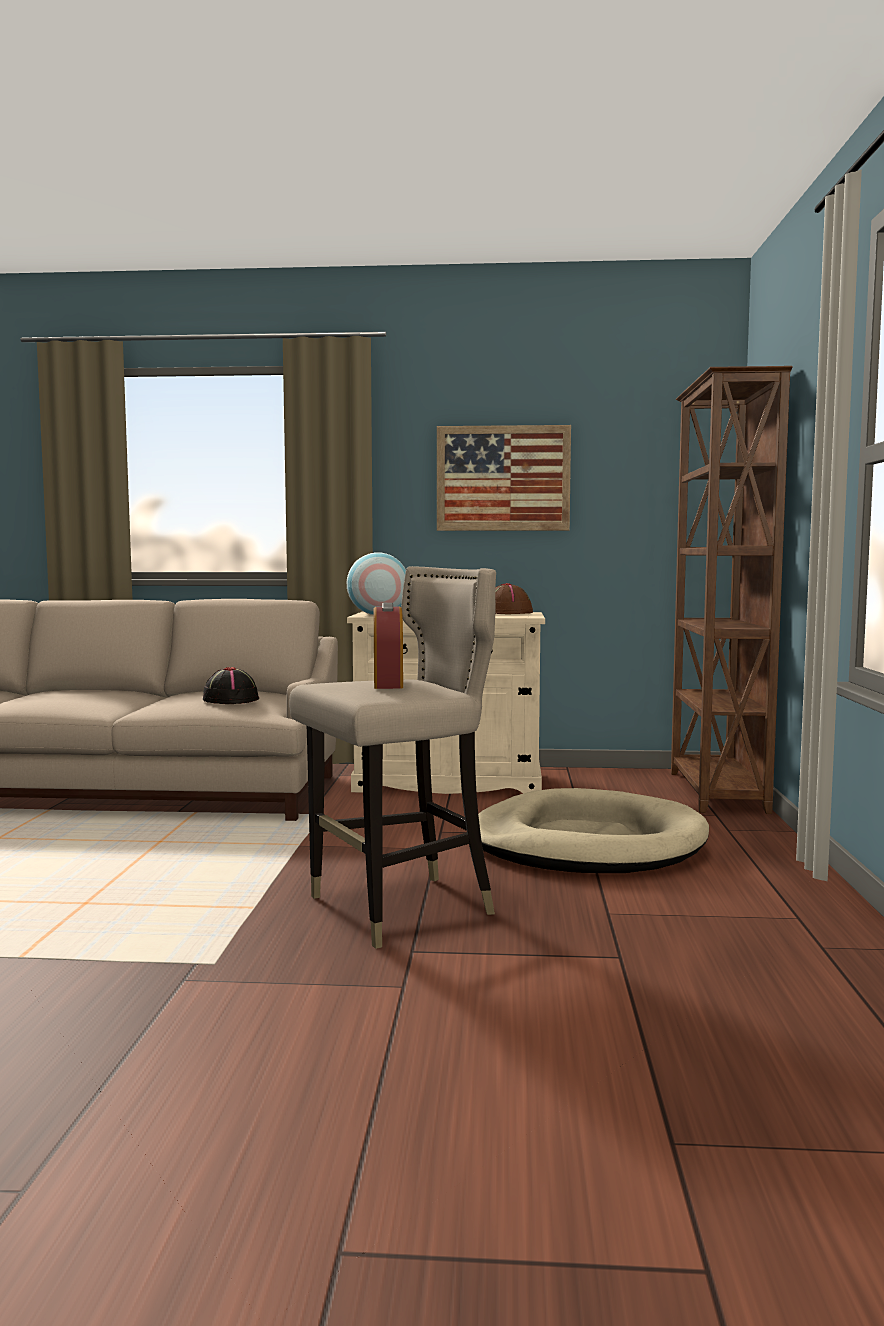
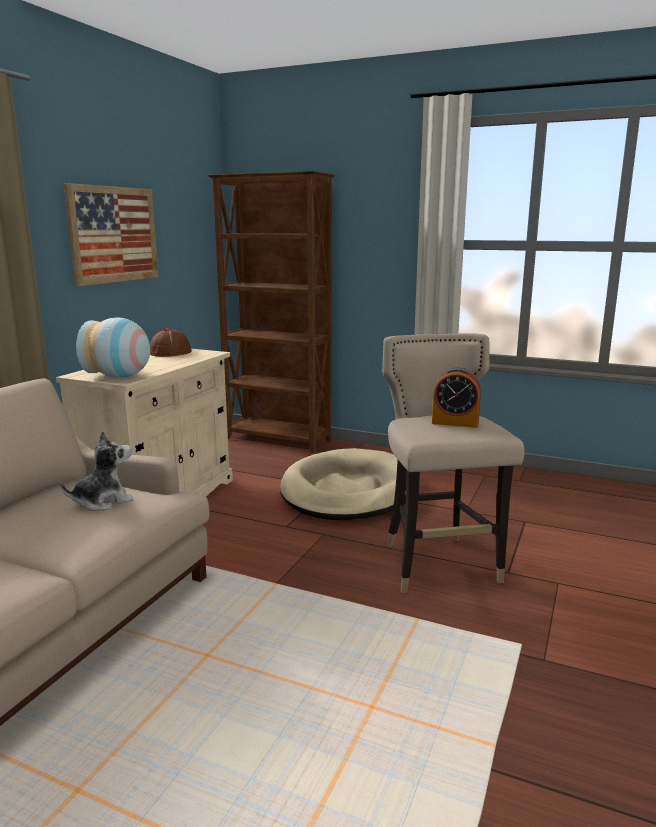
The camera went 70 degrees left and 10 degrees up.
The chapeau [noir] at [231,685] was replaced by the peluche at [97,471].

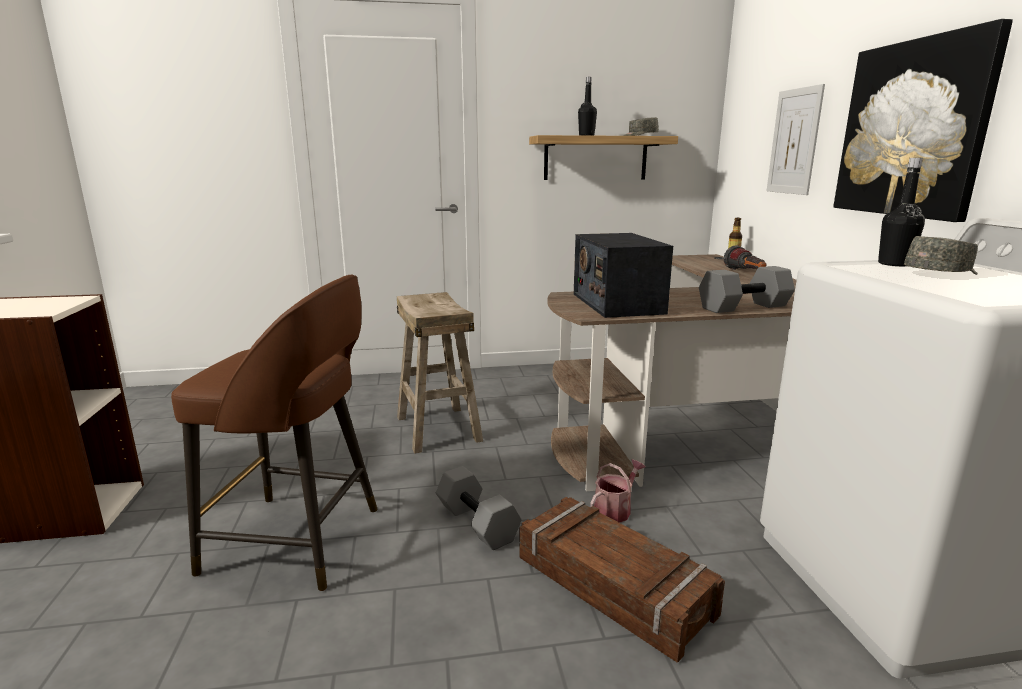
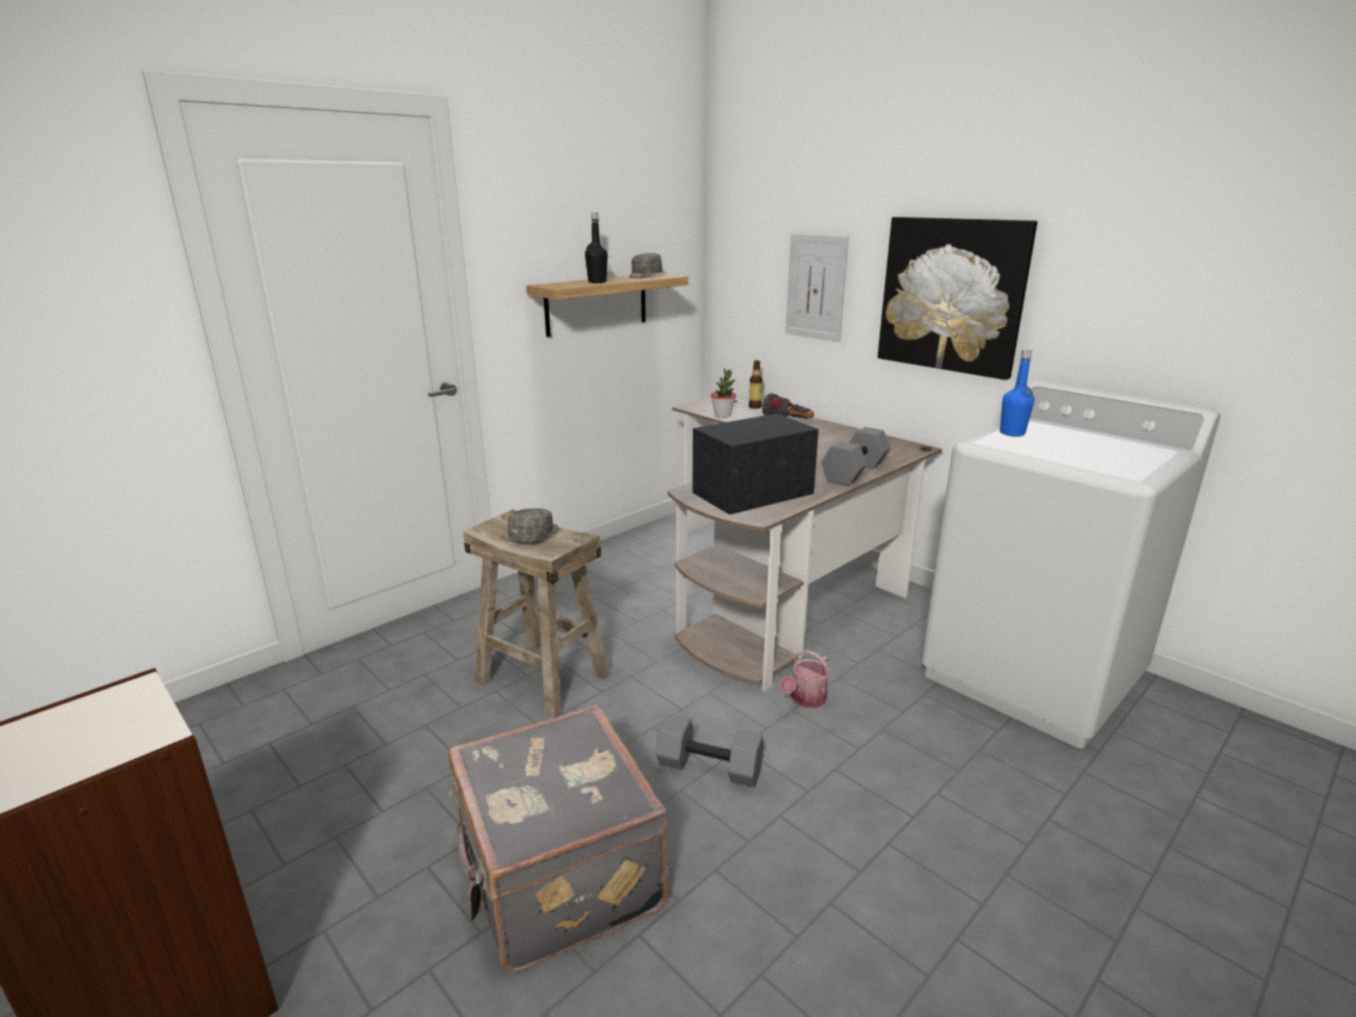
The camera went 35 degrees left and 5 degrees up.
The tabouret [marron] at [274,433] was replaced by the valise [gris] at [558,839].
The caisse at [622,580] disappeared.
The radio at [623,275] turned 105 degrees clockwise.
The arrosoir at [617,491] turned 150 degrees counterclockwise.
The bouteille [noir] at [901,212] became the bouteille [bleu] at [1017,392].
The casquette [gris] moved from [941,255] to [533,525].
The plante en pot at [723,393] appeared.

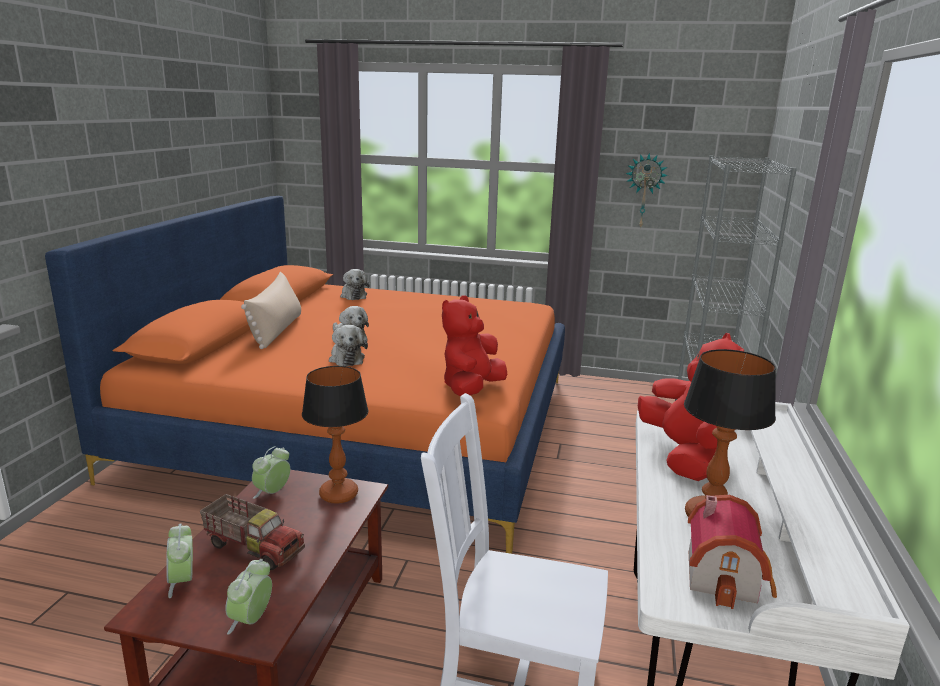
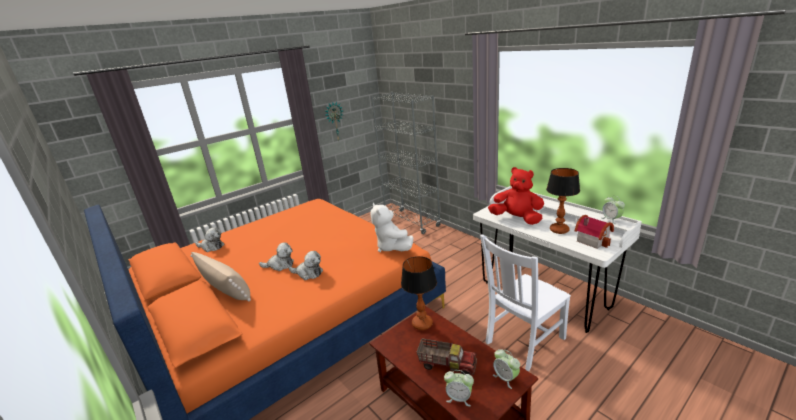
The camera went 50 degrees left and 5 degrees up.
The camion jouet at [252,532] turned 45 degrees clockwise.
The réveil moved from [271,472] to [613,210].
The peluche [rouge] at [475,345] became the peluche [blanc] at [391,227].

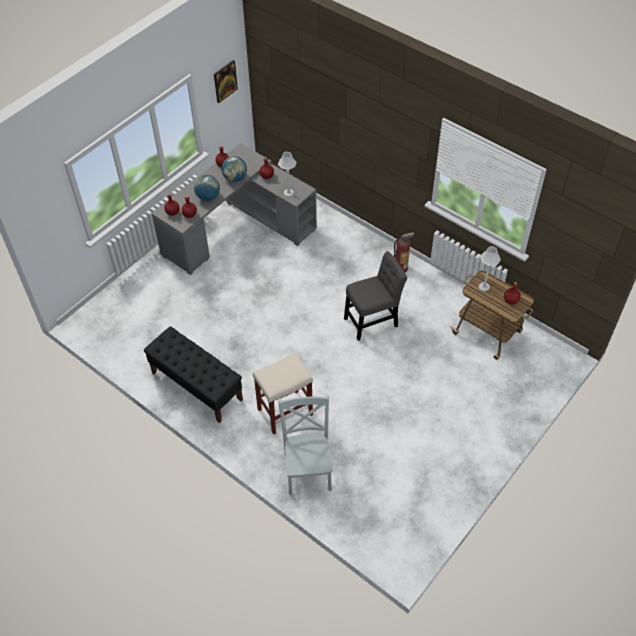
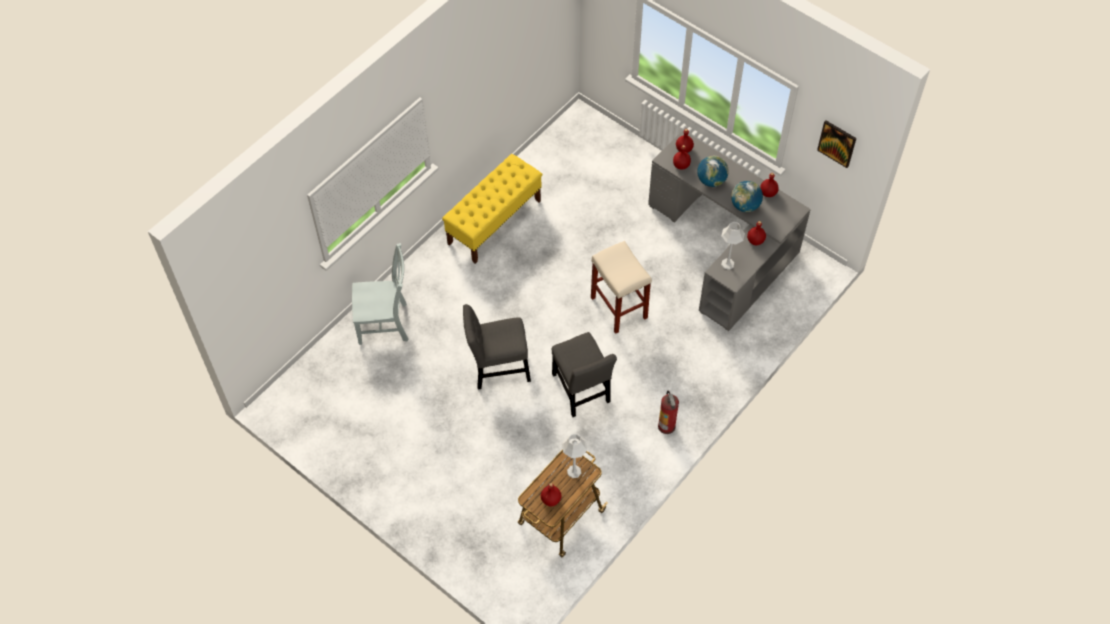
The camera went 90 degrees right and 5 degrees up.
The banc [noir] at [193,374] became the banc [jaune] at [492,209].
The tabouret [beige] moved from [283,393] to [621,287].
The chaise [gris] at [497,346] appeared.

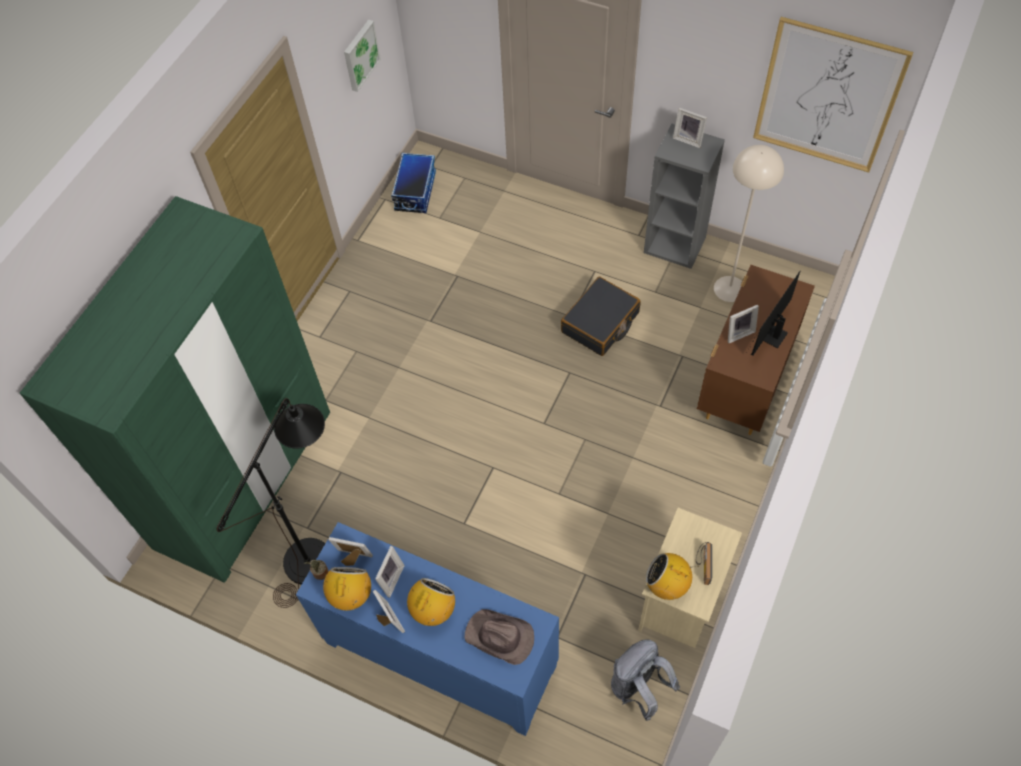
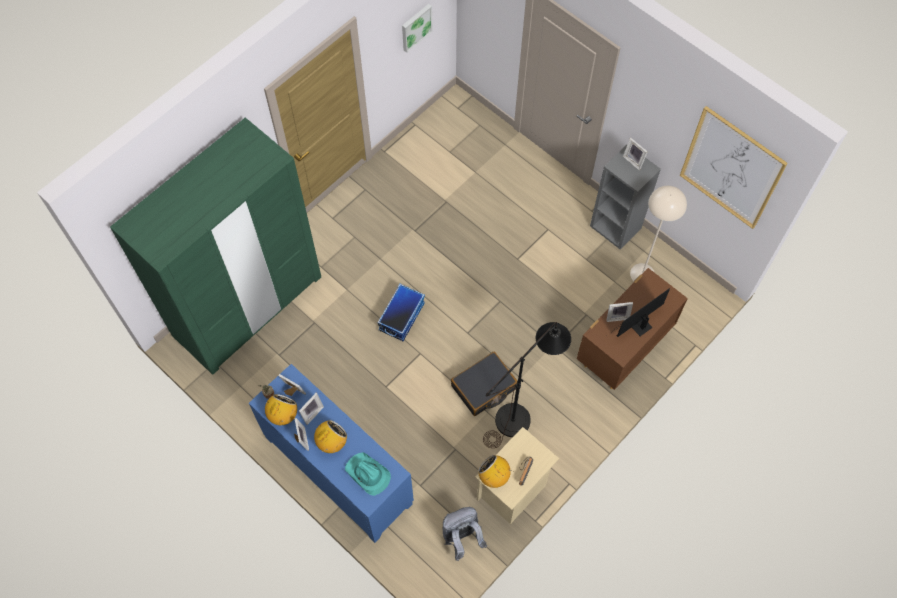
The camera went 15 degrees right and 5 degrees up.
The lampadaire [noir] moved from [271,503] to [527,385].
The boîte de rangement moved from [413,183] to [401,312].
The chapeau [marron] at [499,637] became the chapeau [turquoise] at [368,474].
The valise [noir] moved from [600,316] to [484,384].

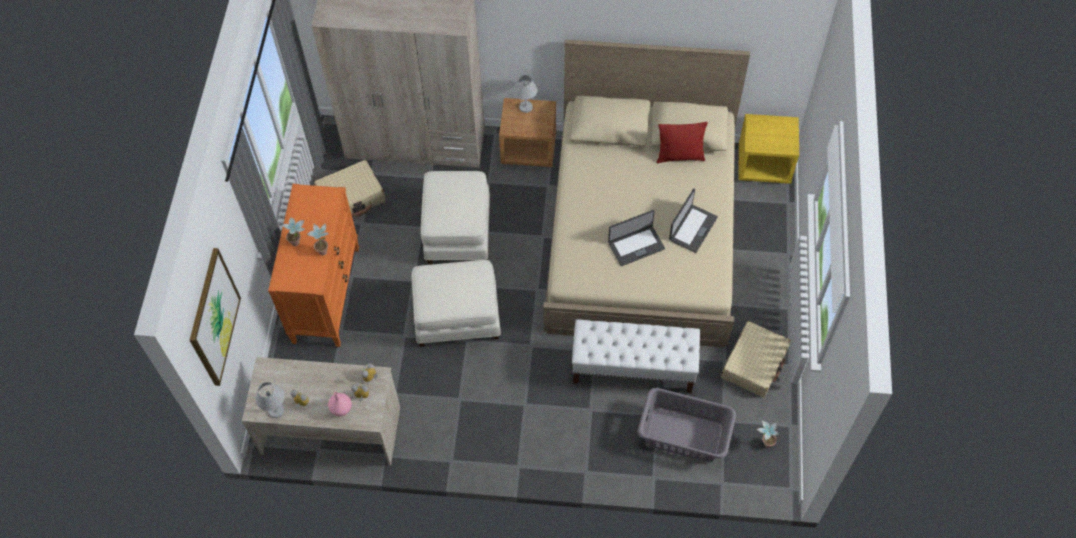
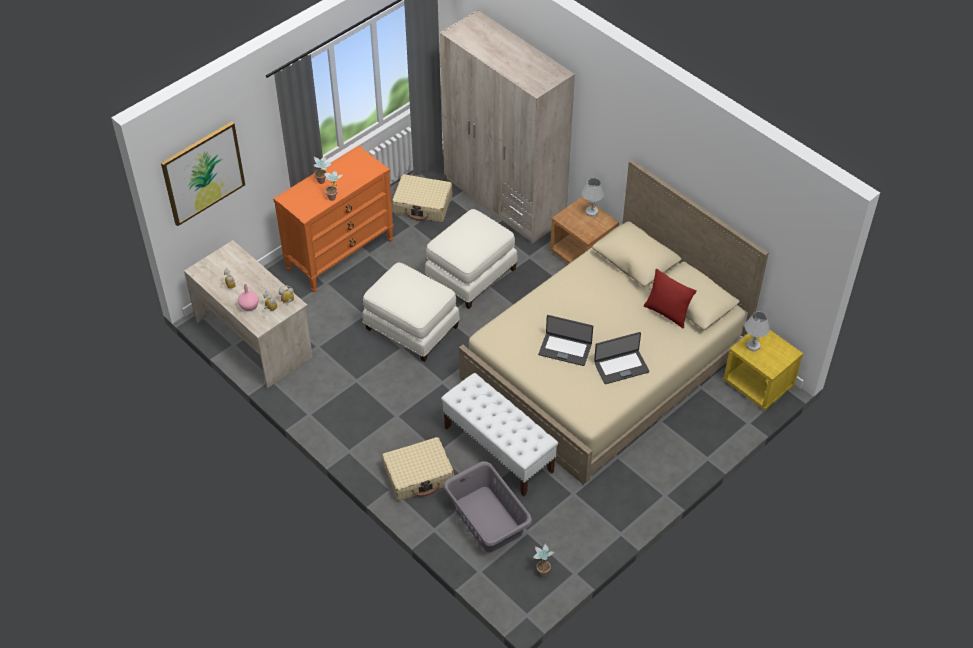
The camera went 40 degrees right and 10 degrees down.
The lampe de table [blanc] moved from [270,400] to [757,331].
The valise [beige] moved from [756,359] to [418,469].

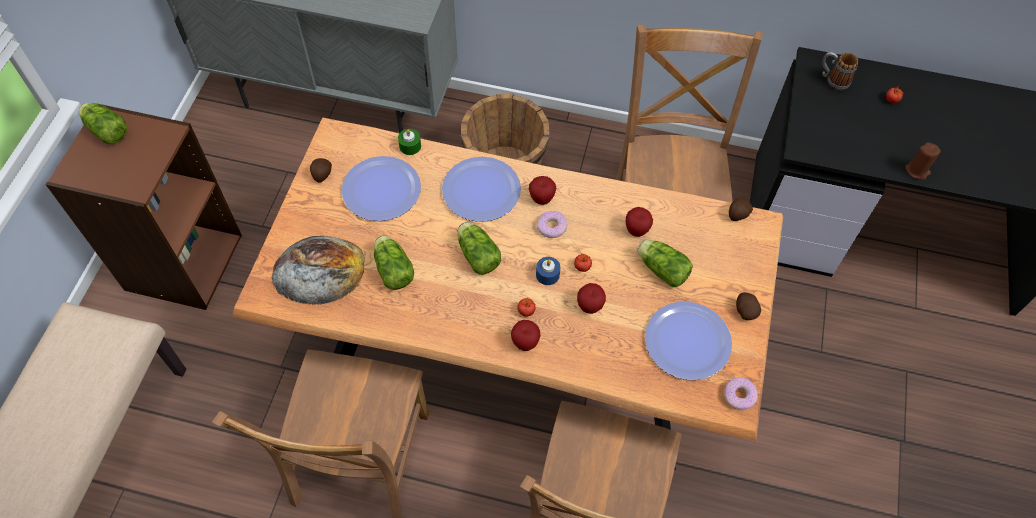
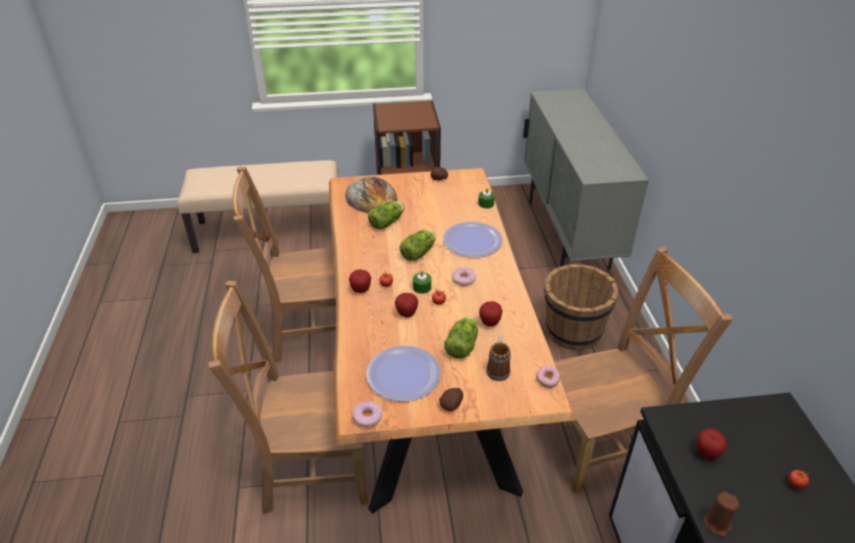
The camera went 70 degrees right and 20 degrees down.
The laitue at [103,123] disappeared.
The assiette at [381,188] disappeared.
The pomme moved from [542,190] to [712,444].
The bougie [bleu] at [548,271] became the bougie [vert] at [422,282].
The pomme de terre at [741,209] was replaced by the beignet at [548,377].
The mug moved from [840,71] to [498,358].

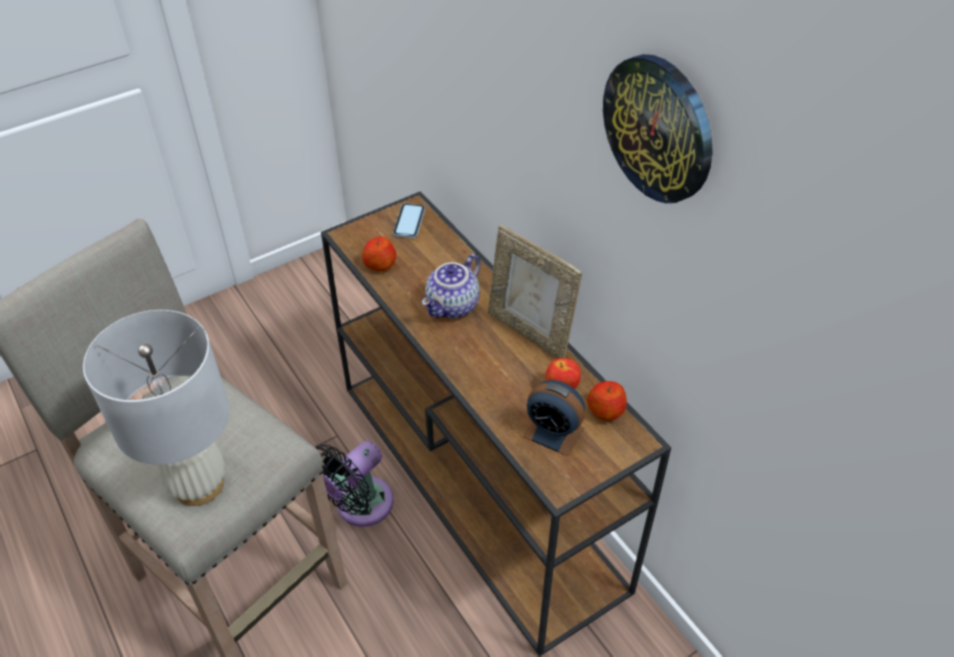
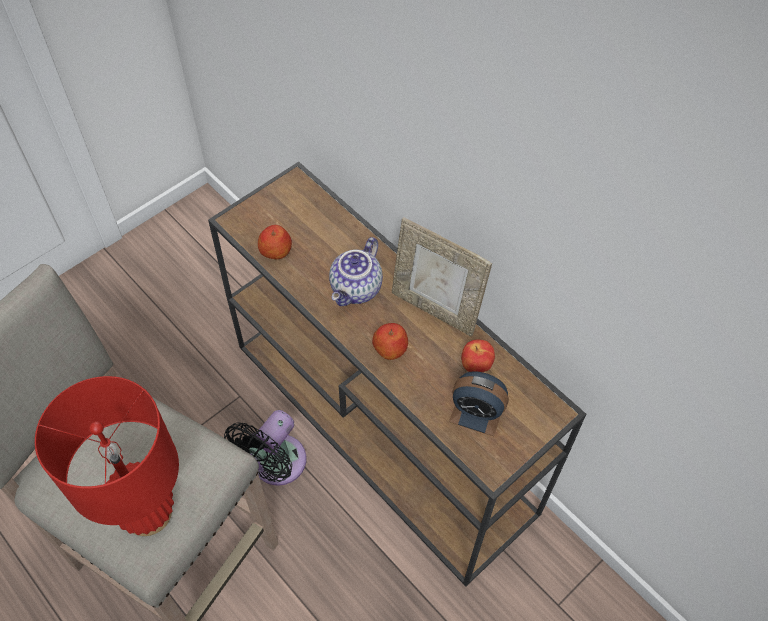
The camera went 10 degrees left and 10 degrees up.
The lampe de table [blanc] at [156,408] became the lampe de table [rouge] at [107,456].
The téléphone at [409,220] disappeared.
The pomme moved from [607,401] to [390,341].
The horloge murale at [658,128] disappeared.

